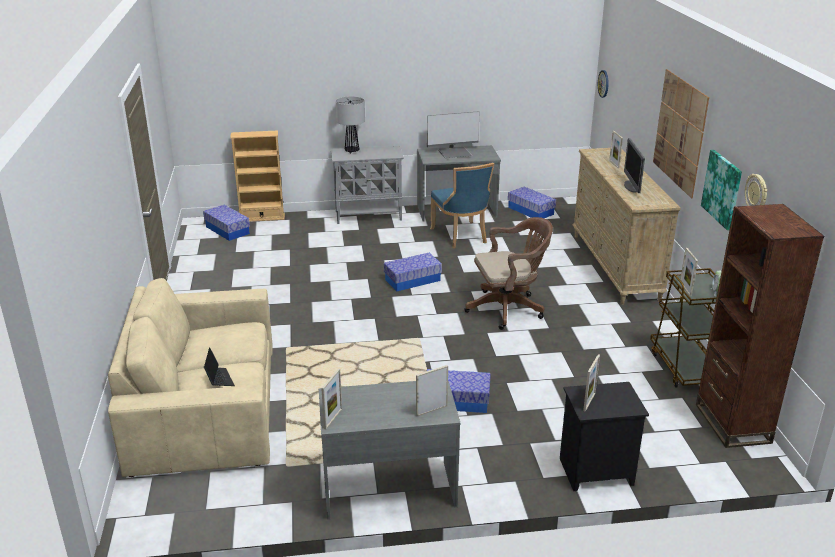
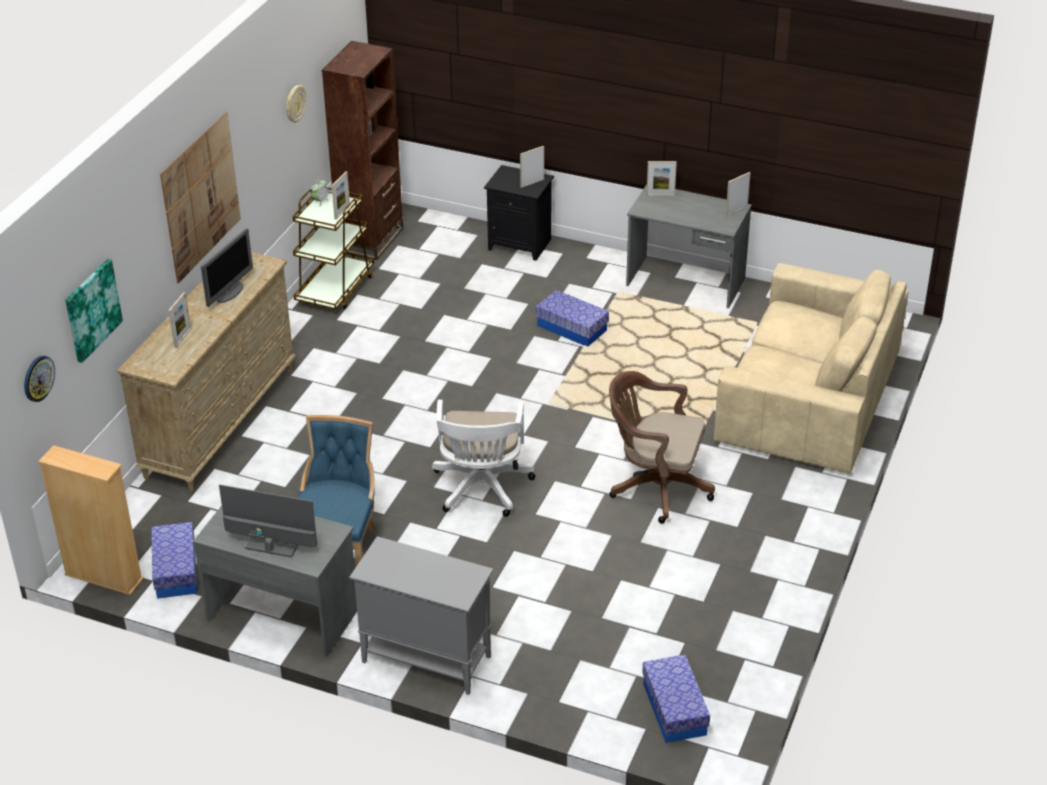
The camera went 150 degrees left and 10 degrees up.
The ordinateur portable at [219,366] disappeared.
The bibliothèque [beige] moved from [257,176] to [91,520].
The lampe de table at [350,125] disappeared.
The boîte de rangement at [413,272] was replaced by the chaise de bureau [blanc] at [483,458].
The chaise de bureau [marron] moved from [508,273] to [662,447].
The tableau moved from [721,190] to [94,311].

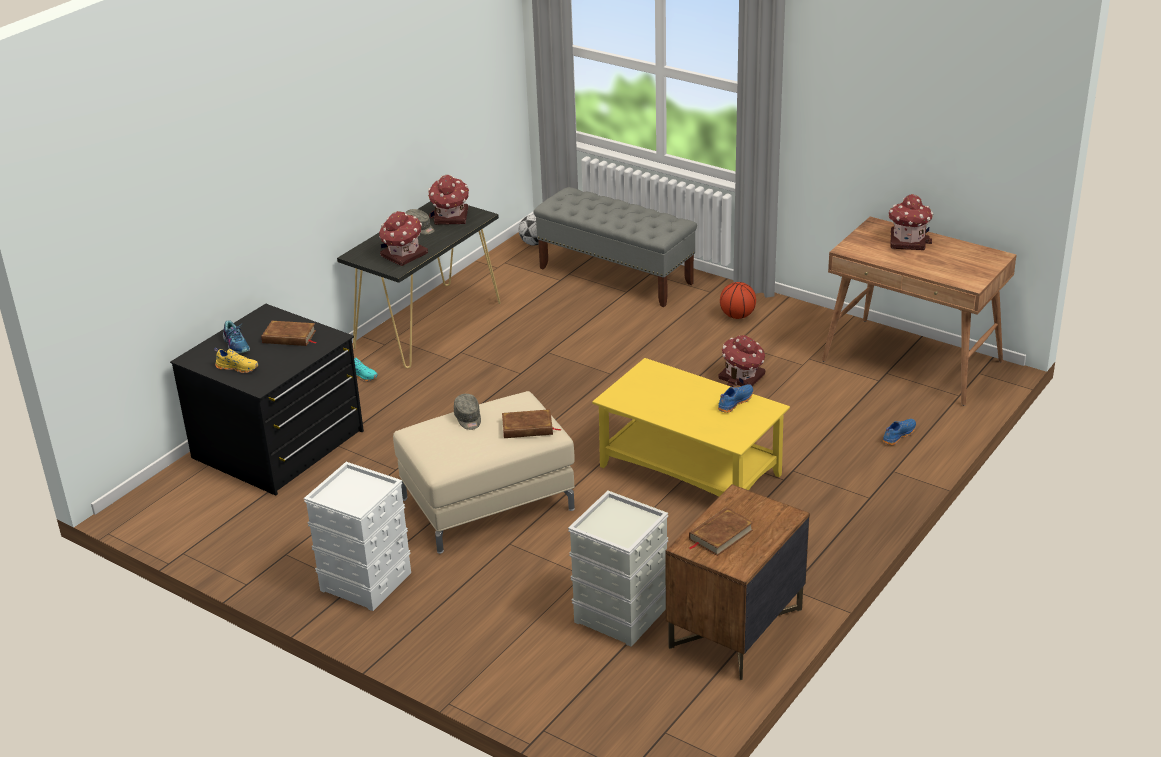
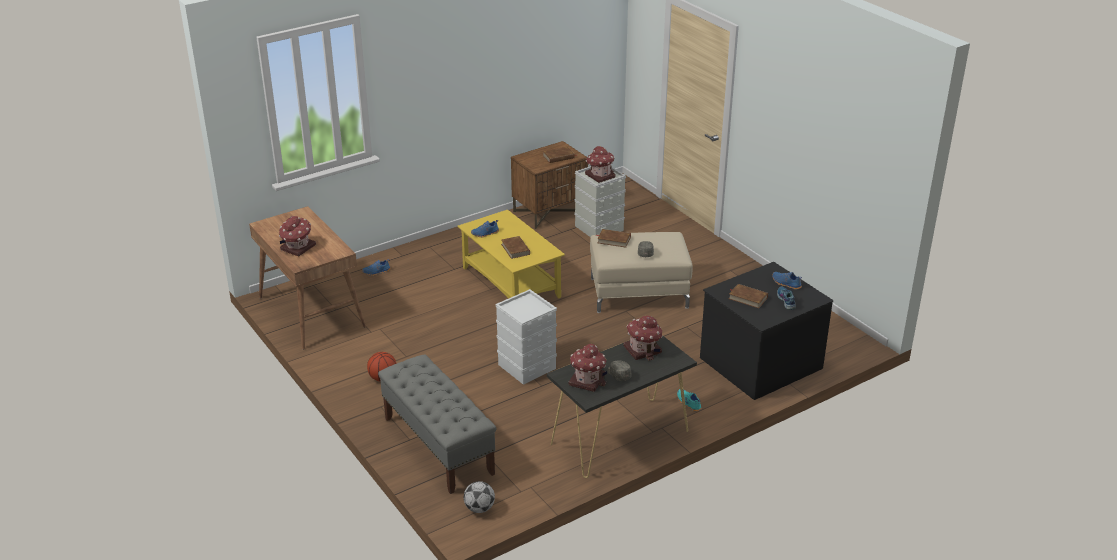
The camera went 160 degrees left and 0 degrees up.
The chaussure [jaune] at [236,360] became the chaussure [bleu] at [787,281].
The boîte de rangement [blanc] moved from [357,536] to [526,337].
The maison miniature moved from [742,361] to [600,164].
The livre [marron] at [515,247] appeared.

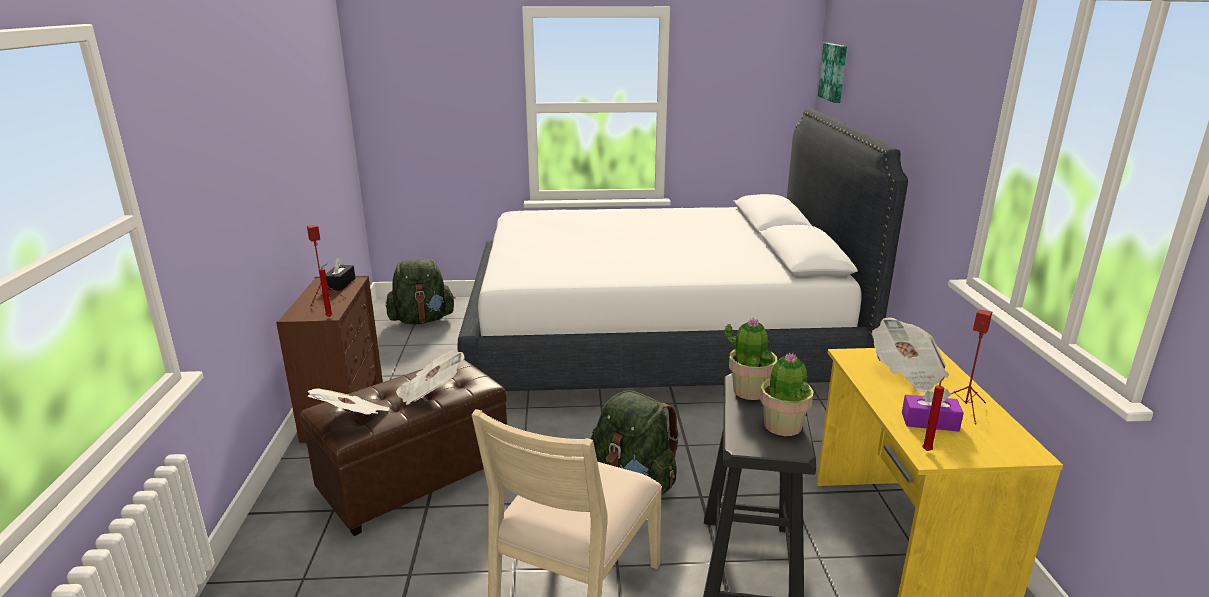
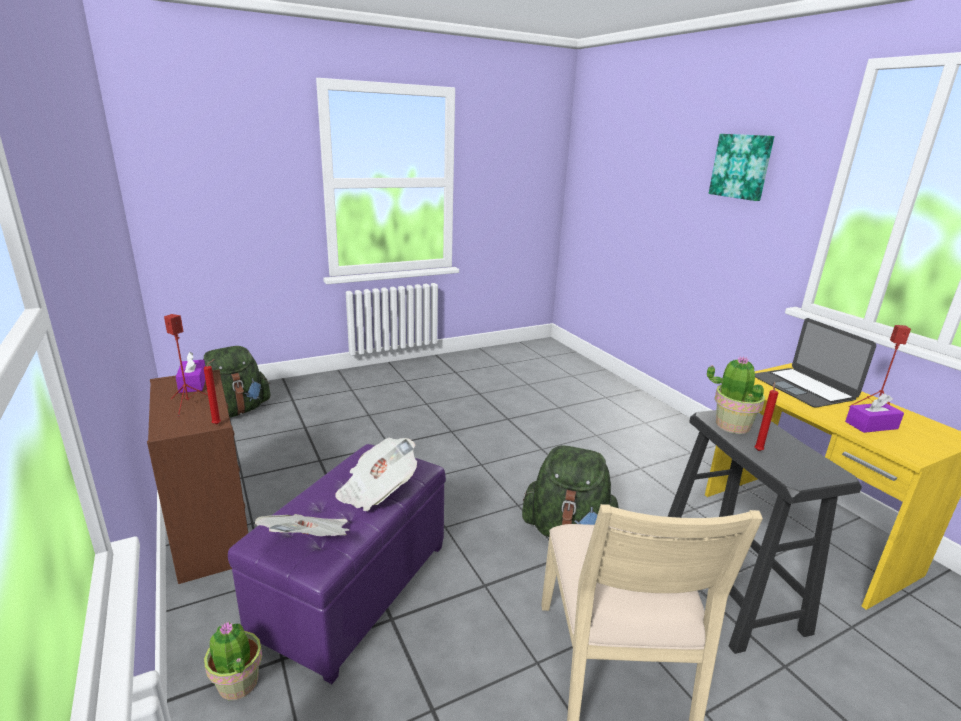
The camera went 25 degrees left and 0 degrees up.
The pouf [marron] at [403,447] became the pouf [violet] at [337,564].
The boîte à mouchoirs [noir] at [340,274] became the boîte à mouchoirs [violet] at [190,372].
The lit [blanc] at [682,249] disappeared.
The plante en pot moved from [787,394] to [233,661].
The tableau moved from [832,73] to [741,167].
The journal at [910,354] was replaced by the ordinateur portable at [815,362].
The bougie [rouge] moved from [933,414] to [766,416].

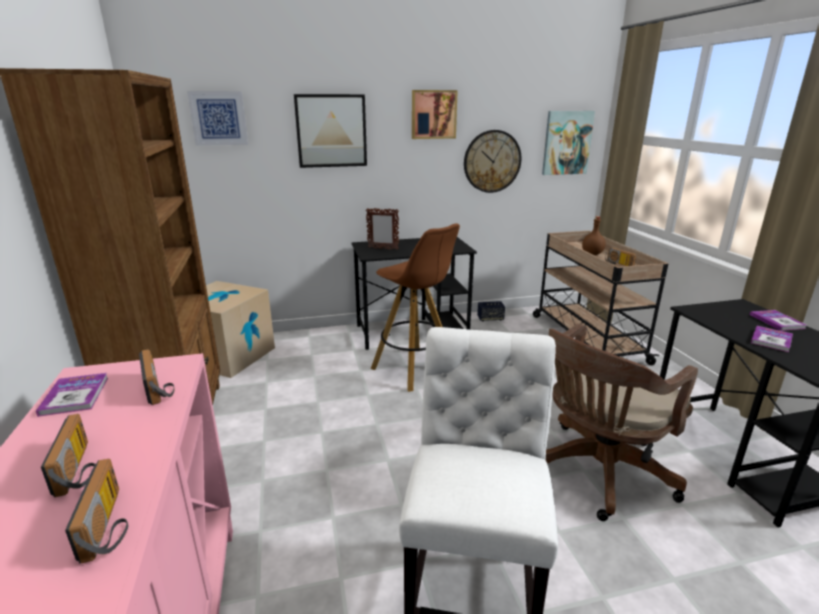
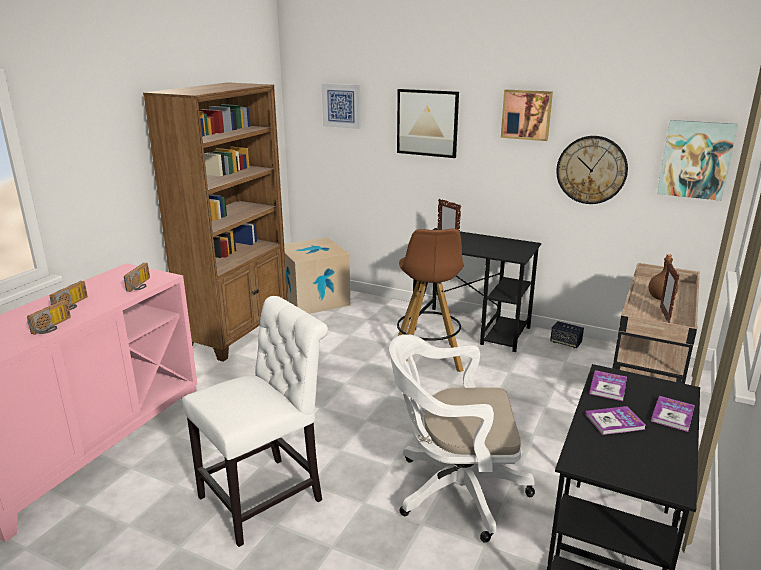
The camera went 40 degrees right and 0 degrees up.
The livre moved from [72,395] to [608,385].
The chaise de bureau [marron] at [622,422] became the chaise de bureau [blanc] at [462,438].
The radio at [621,256] was replaced by the cadre photo at [669,292].

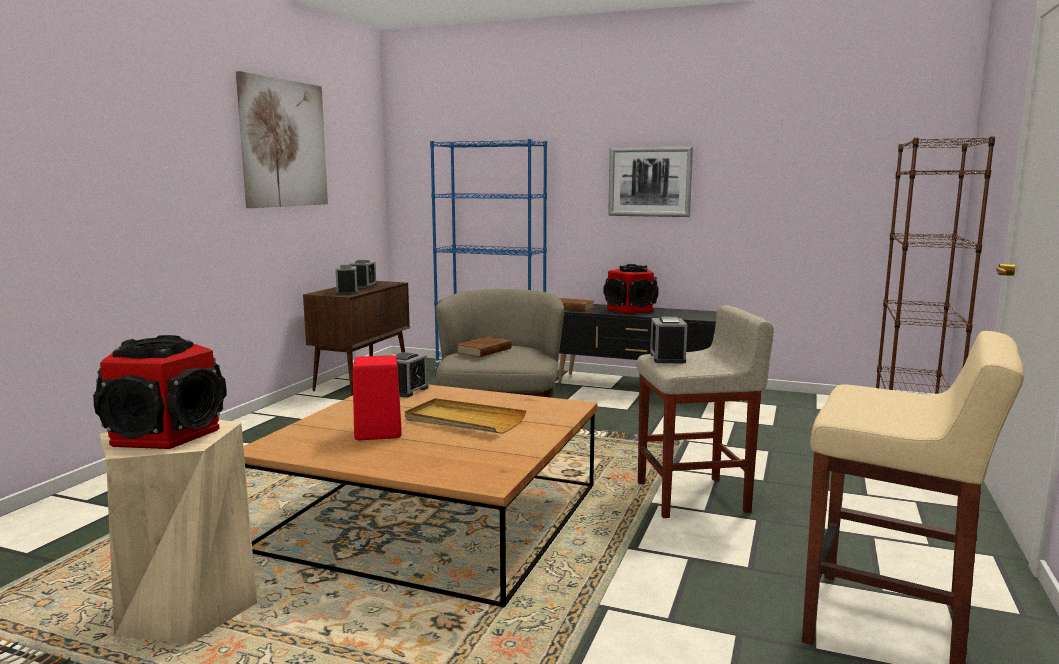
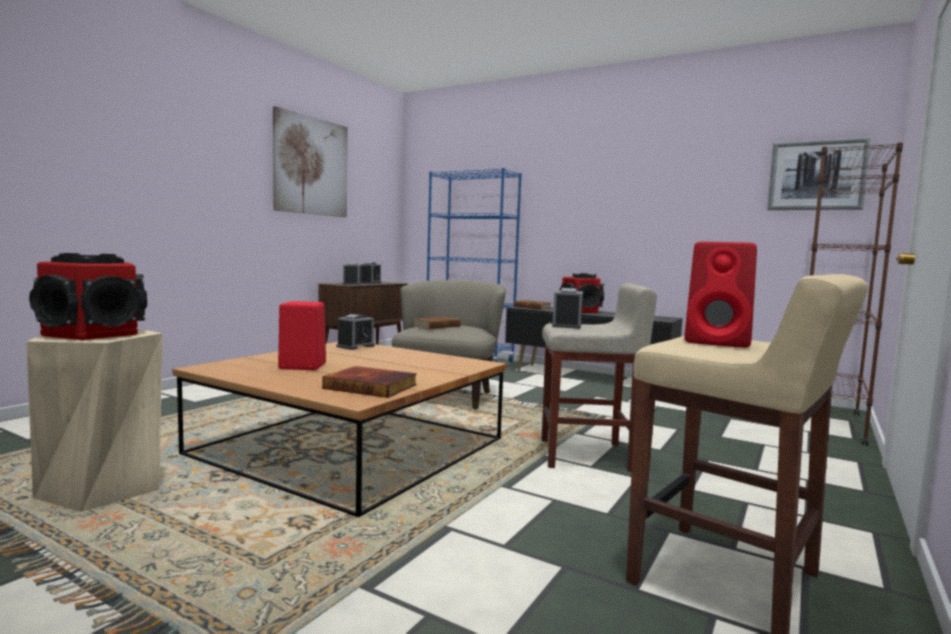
The camera went 10 degrees right and 5 degrees down.
The plateau [beige] at [465,416] disappeared.
The tableau moved from [650,182] to [819,173].
The livre at [369,382] appeared.
The enceinte [rouge] at [720,294] appeared.

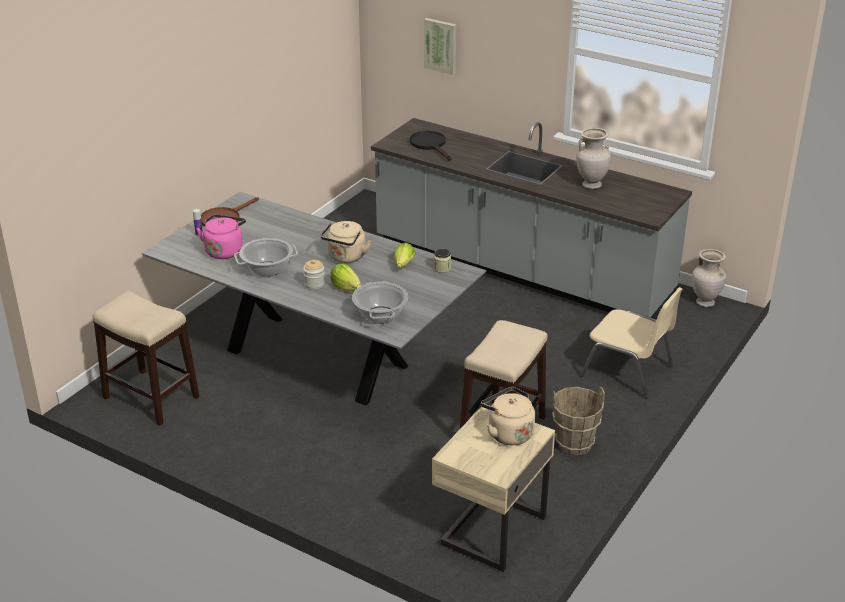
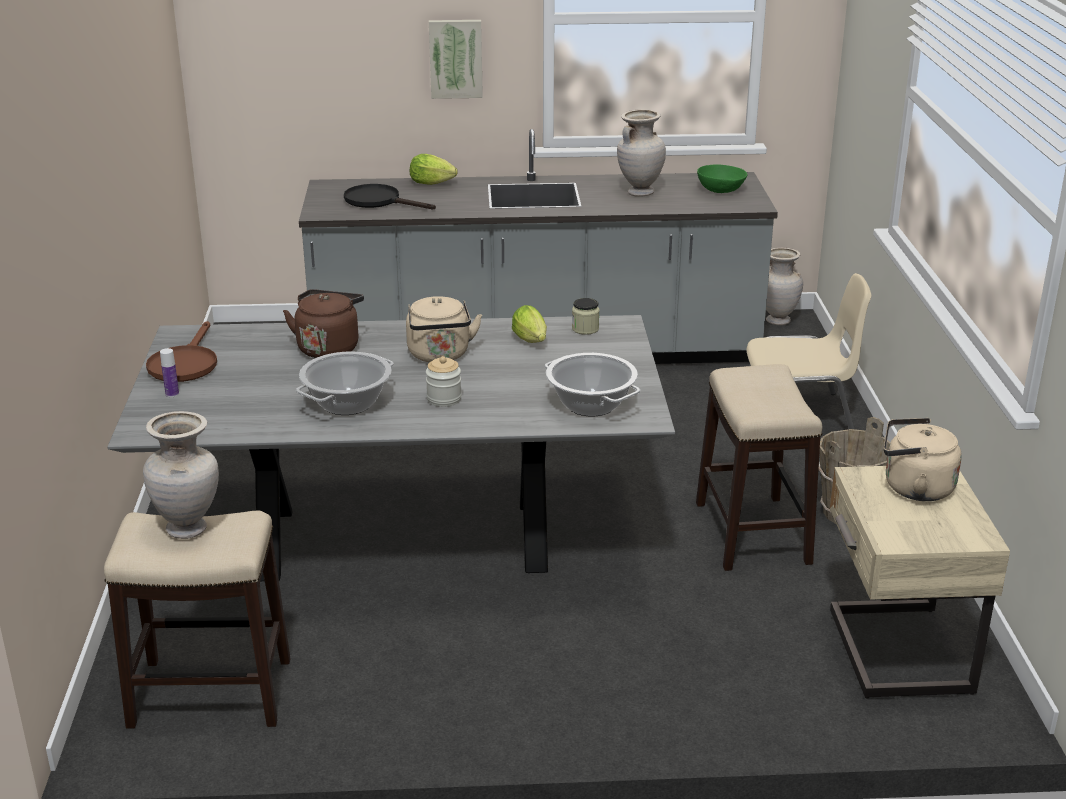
The camera went 35 degrees left and 5 degrees down.
The bouilloire [rose] at [221,236] disappeared.
The laitue moved from [345,277] to [434,169].
The tableau moved from [440,46] to [456,59].
The vase [beige] at [181,475] appeared.
The bouilloire [marron] at [323,323] appeared.
The bol [vert] at [722,179] appeared.

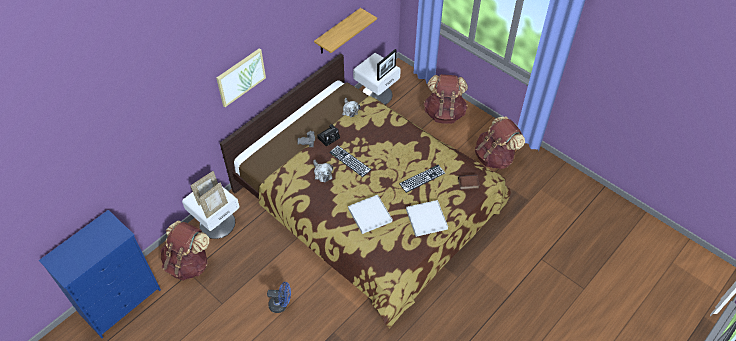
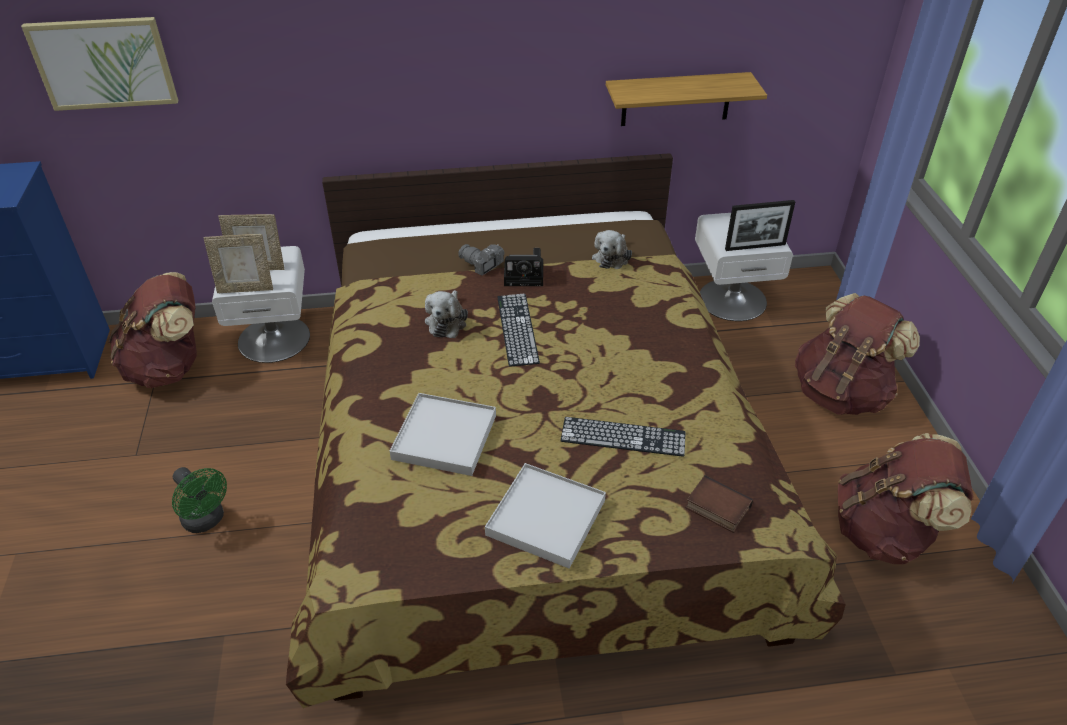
The camera went 40 degrees right and 10 degrees down.
The tableau moved from [241,77] to [100,64].
The ventilateur [bleu] at [279,297] became the ventilateur [vert] at [199,500].

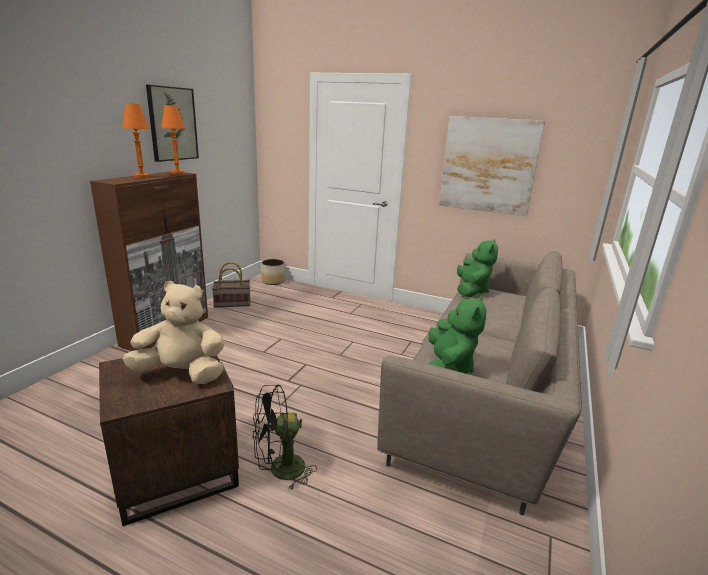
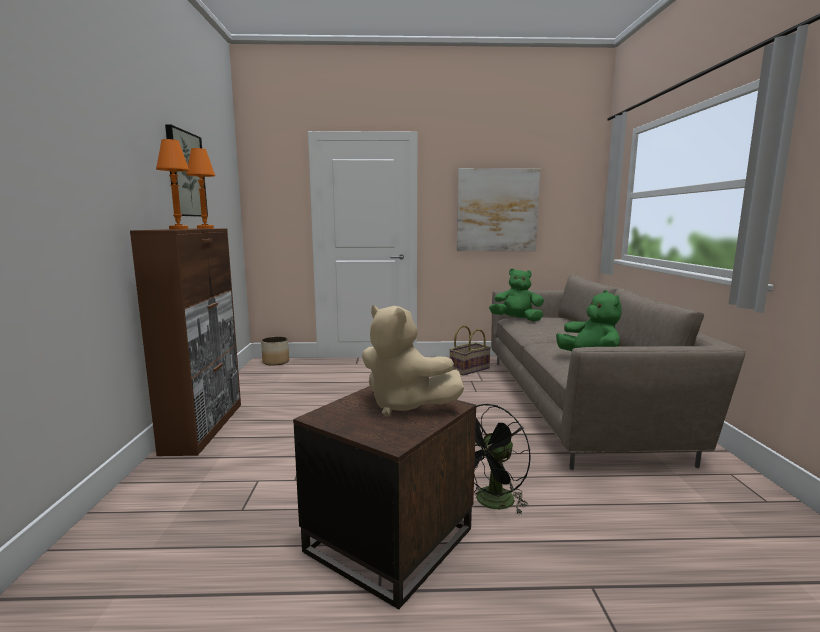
The camera went 25 degrees left and 10 degrees down.
The peluche [beige] at [173,332] turned 120 degrees counterclockwise.
The panier moved from [231,285] to [470,350].
The peluche [vert] at [477,268] turned 60 degrees counterclockwise.

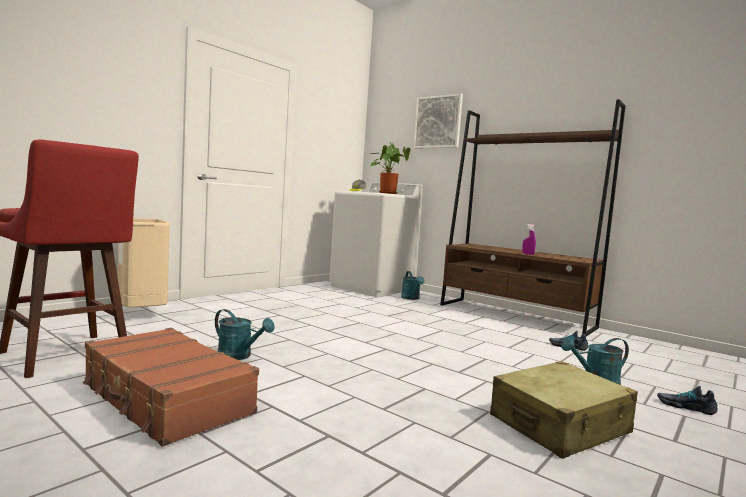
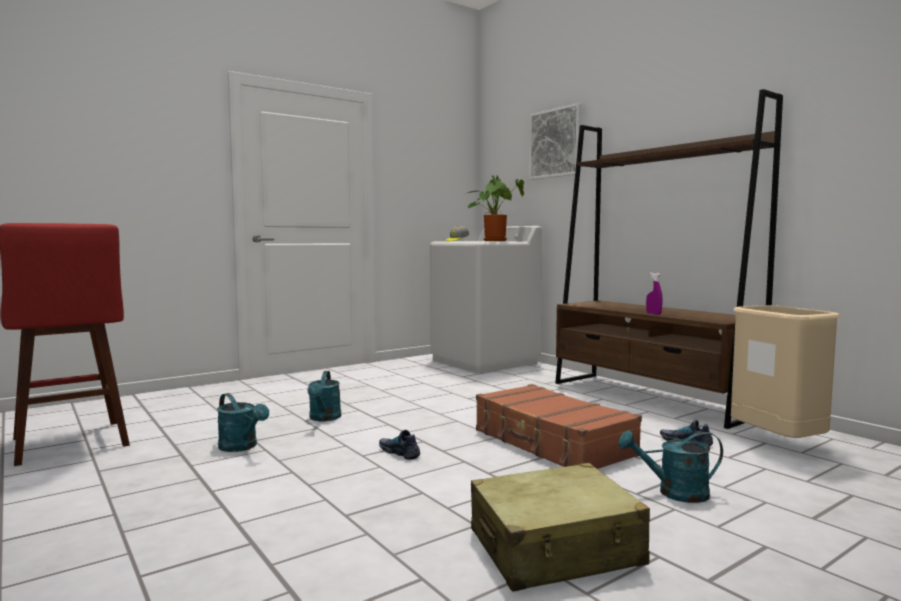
The camera went 15 degrees right and 0 degrees up.
The valise [marron] moved from [171,387] to [559,426].
The poubelle [beige] moved from [144,262] to [785,371].
The arrosoir [turquoise] moved from [413,285] to [324,396].
The chaussure moved from [687,400] to [399,445].

